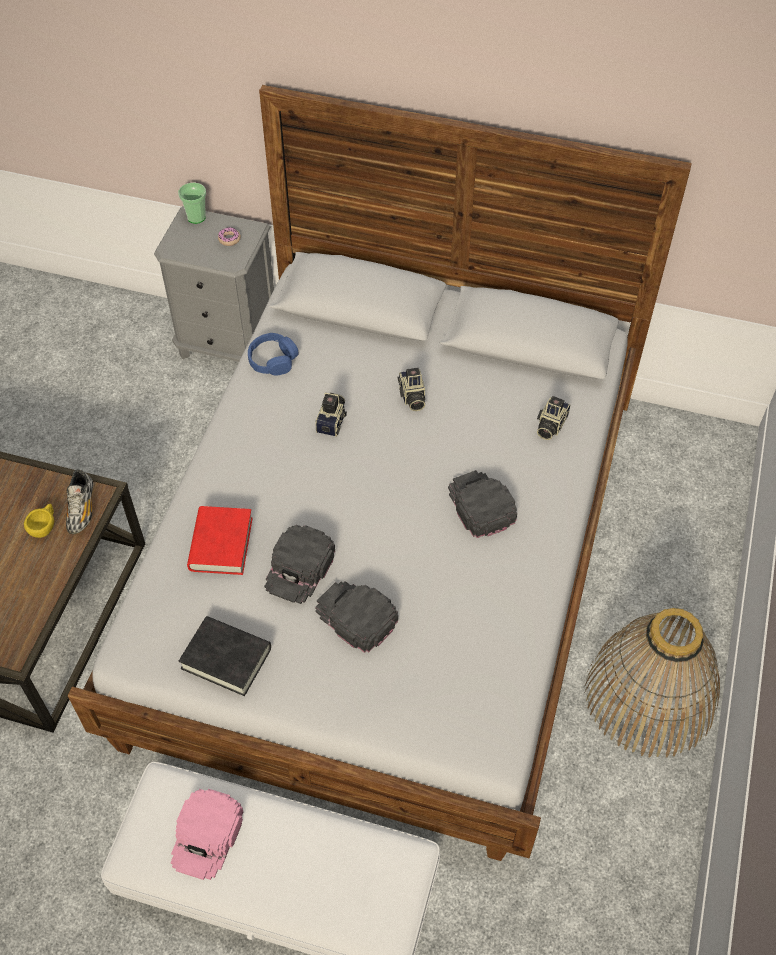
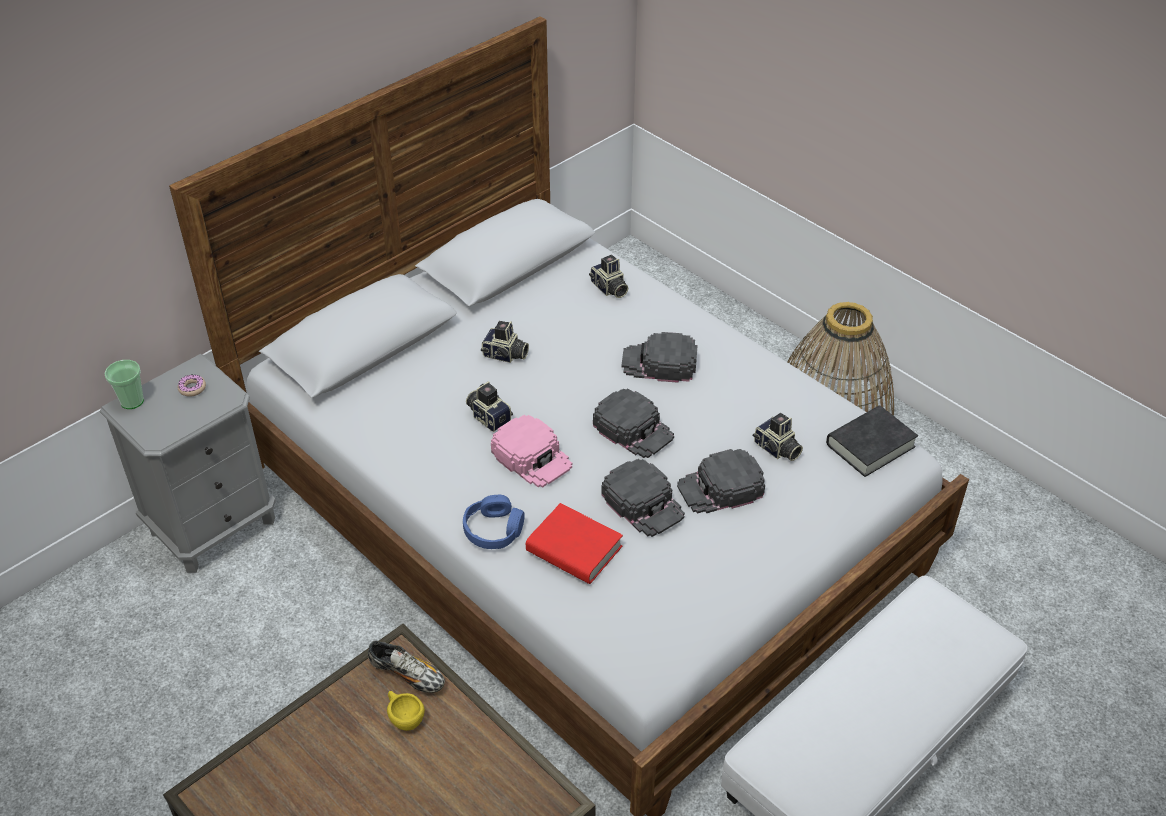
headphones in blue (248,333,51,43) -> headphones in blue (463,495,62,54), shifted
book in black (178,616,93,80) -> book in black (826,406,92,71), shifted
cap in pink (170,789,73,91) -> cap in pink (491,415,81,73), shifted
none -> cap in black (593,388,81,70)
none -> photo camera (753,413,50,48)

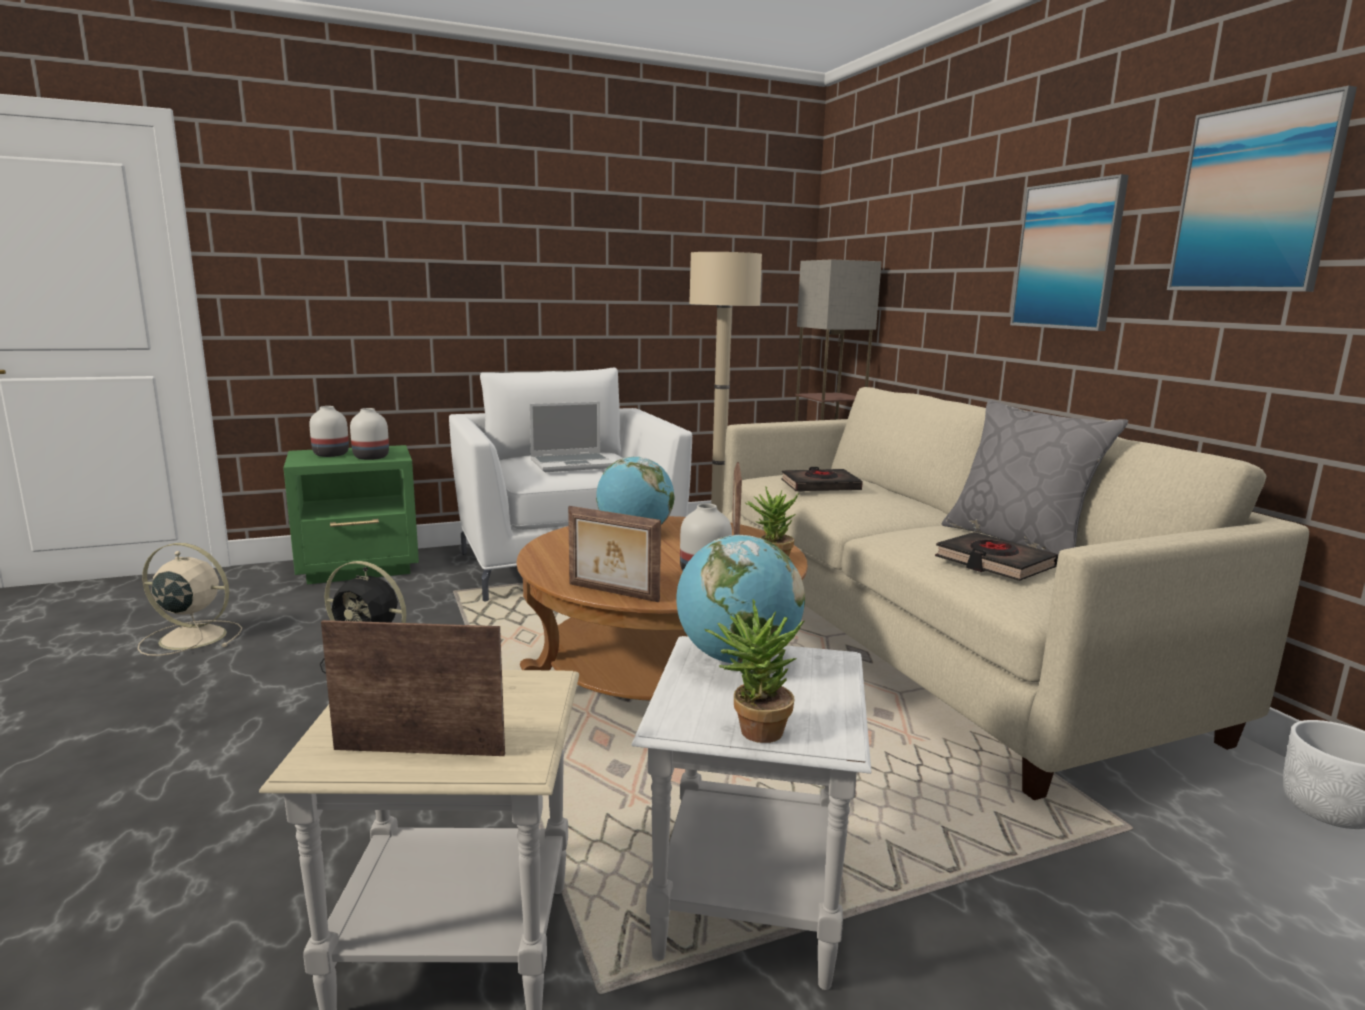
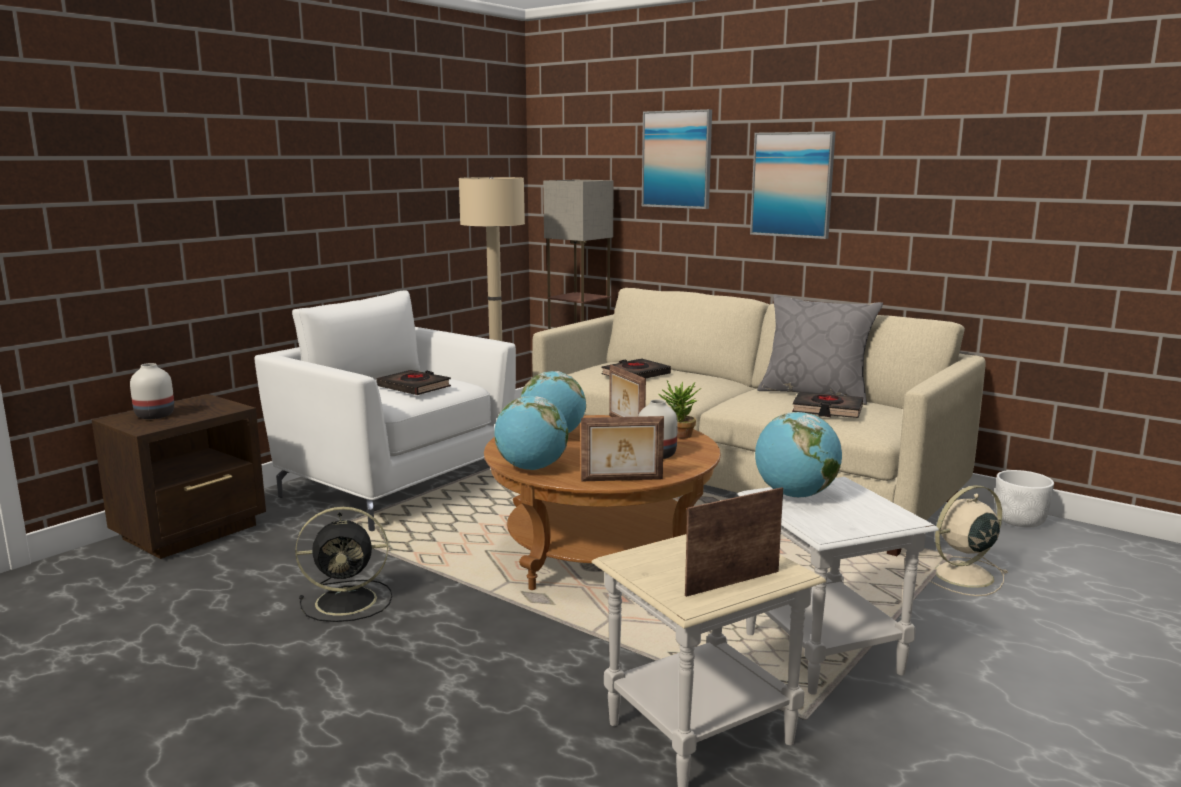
picture (1167,86,190,206) -> picture (642,109,70,100), shifted
laptop (530,402,84,70) -> book in black (376,370,75,25)
vase in white (350,408,39,52) -> none
nightstand in green (283,445,136,139) -> nightstand in brown (92,394,174,165)
fan in beige (138,543,104,113) -> fan in beige (930,485,79,111), shifted
potted plant (704,599,100,144) -> none
none -> globe (494,396,75,74)

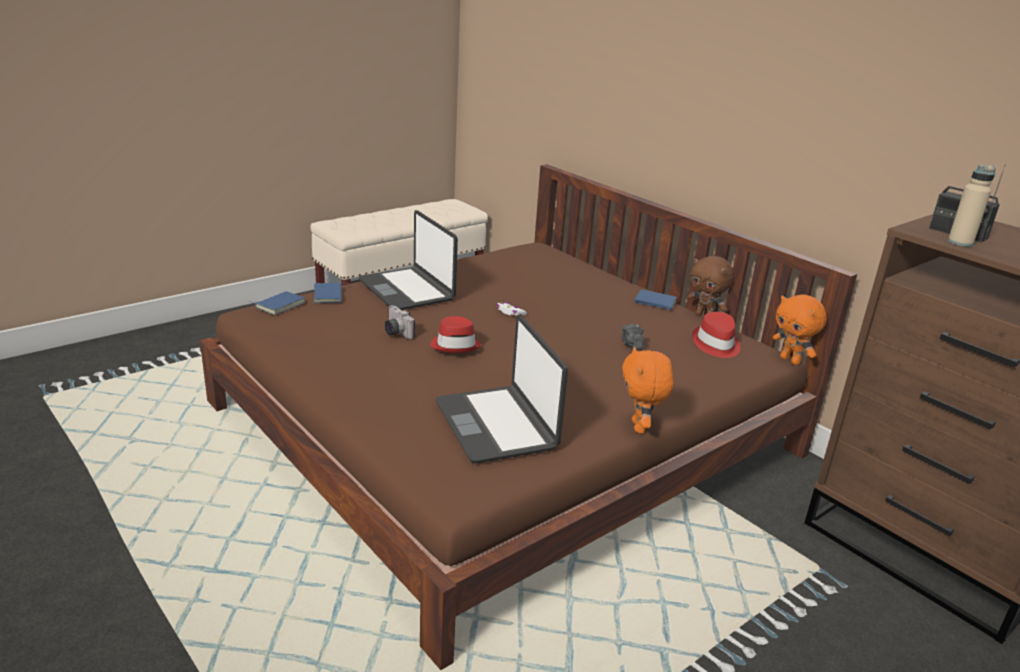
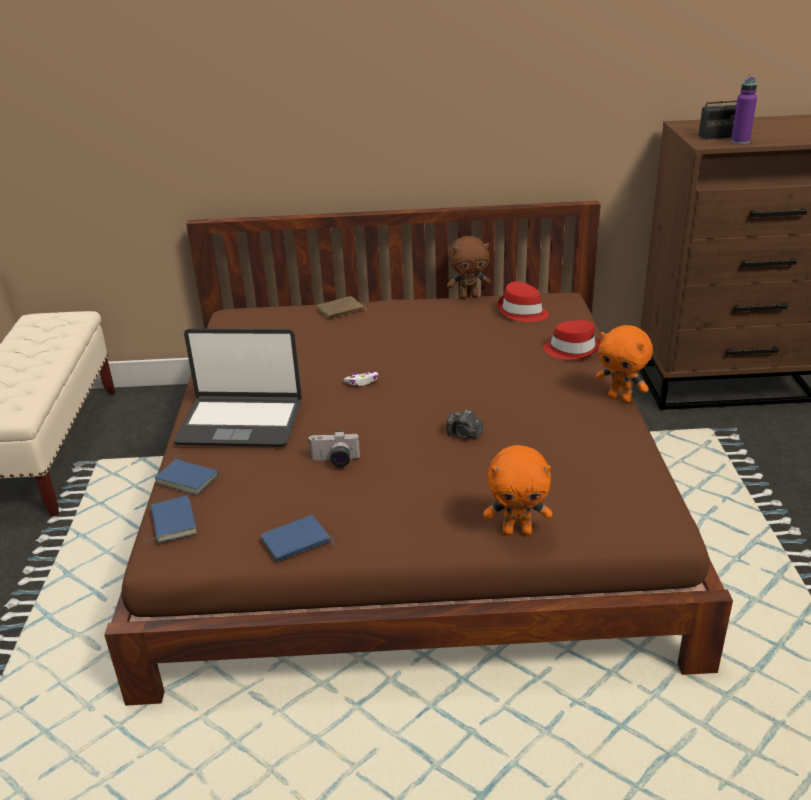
bottle in beige (948,165,48,82) -> bottle in purple (731,77,26,67)
book in blue (635,290,42,20) -> book in blue (260,515,75,47), shifted
plush toy in orange (772,294,55,71) -> plush toy in orange (483,445,69,90), shifted
laptop (436,315,132,148) -> none
hat in red (430,316,51,37) -> hat in red (543,320,58,40), shifted
photo camera (621,324,24,26) -> photo camera (446,410,37,29), shifted
none -> book in brown (317,296,50,23)

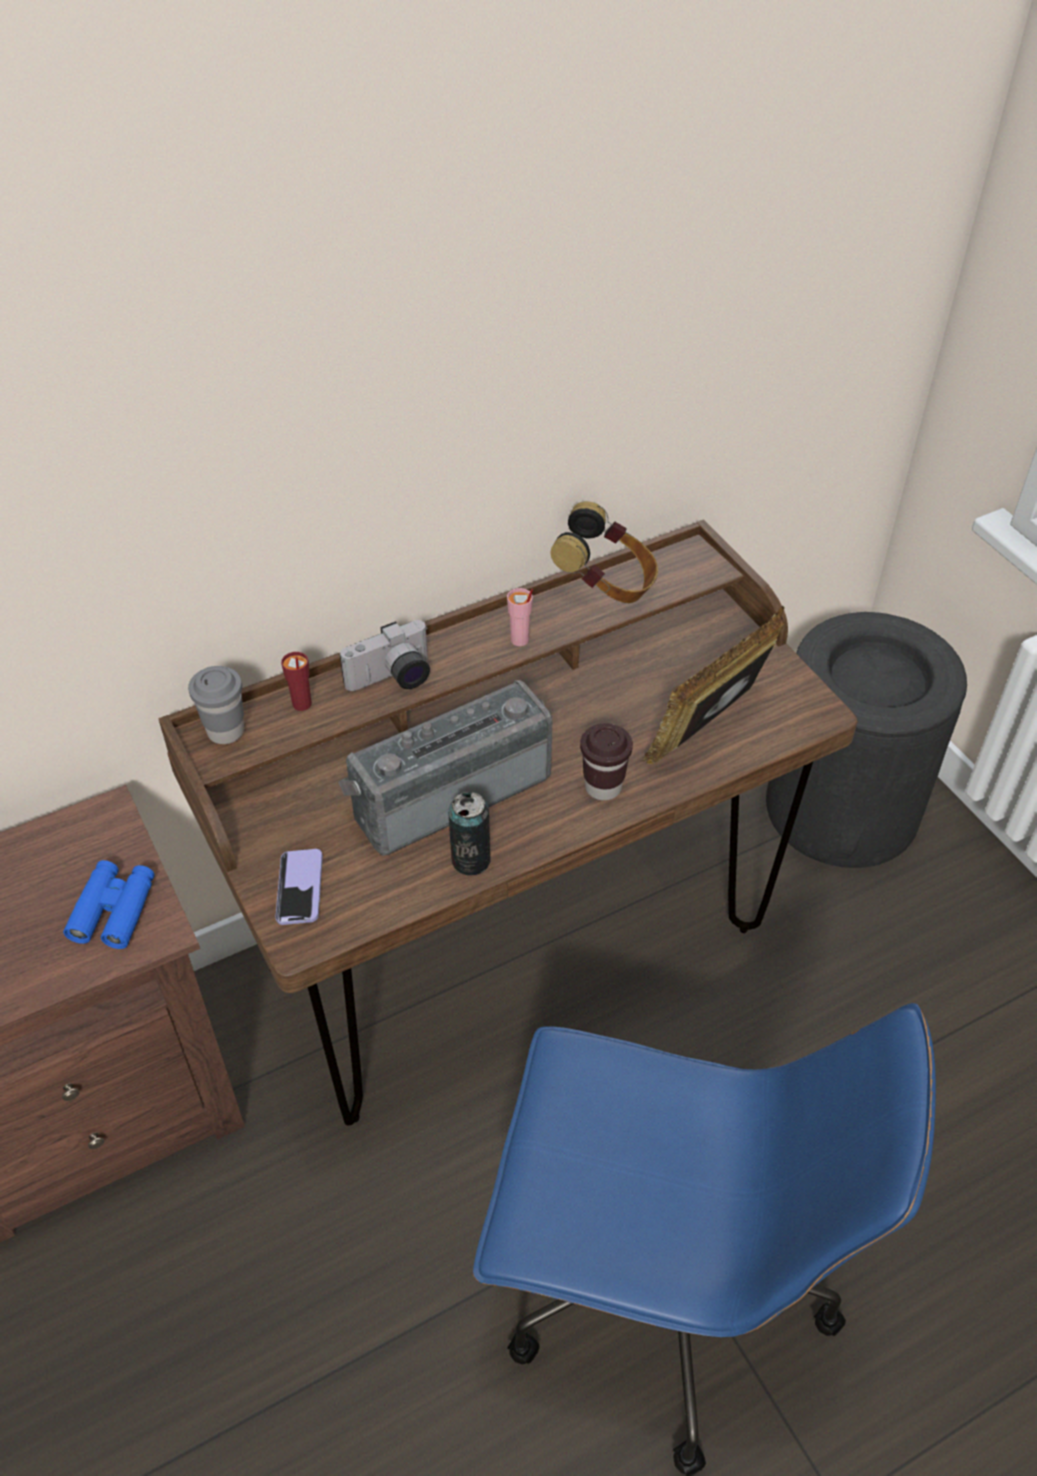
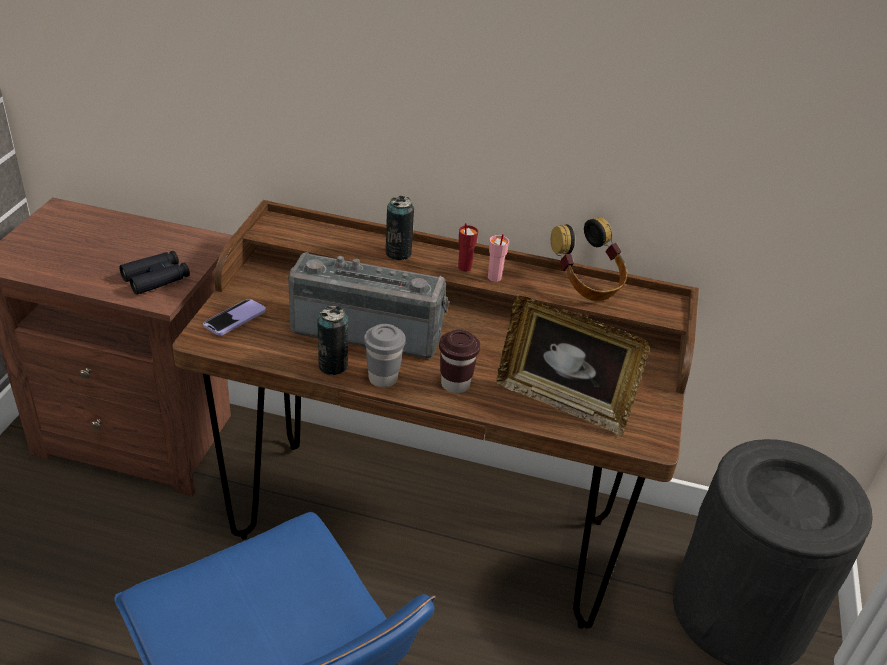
picture frame (641,606,144,158) -> picture frame (496,296,153,140), 150 degrees counterclockwise
photo camera (340,620,90,71) -> can (386,196,28,64)
cup in red (281,652,31,59) -> cup in red (458,223,20,48), shifted
cup in grey (188,666,56,78) -> cup in grey (364,324,42,64), shifted
binoculars in blue (63,860,92,89) -> binoculars in black (119,251,71,44)

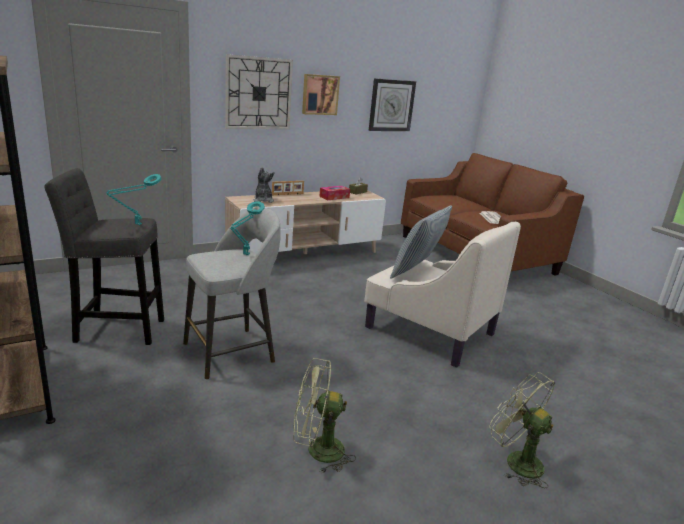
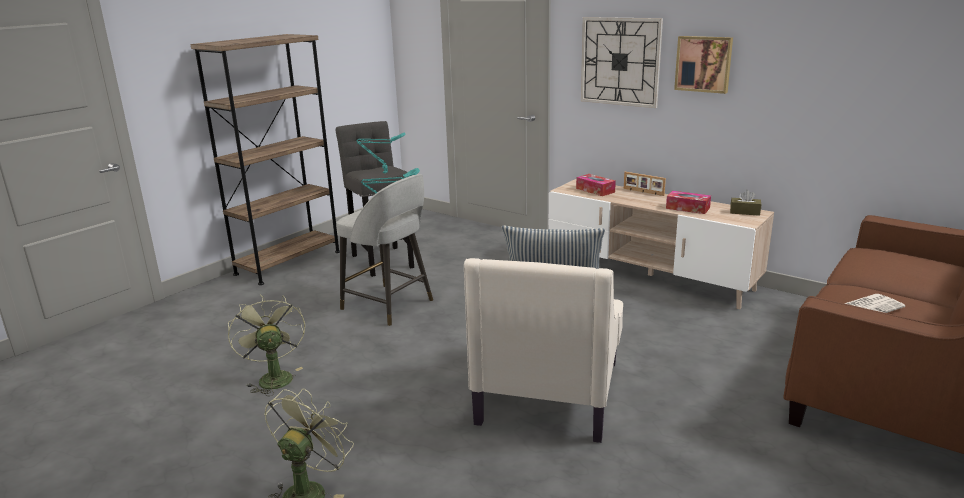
wall clock (369,78,47,53) -> none
plush toy (253,167,21,36) -> tissue box (576,174,40,22)

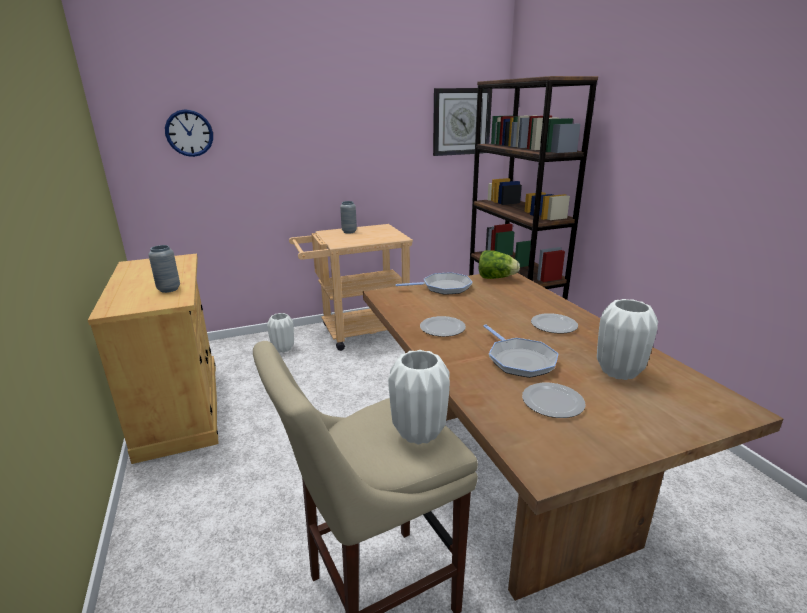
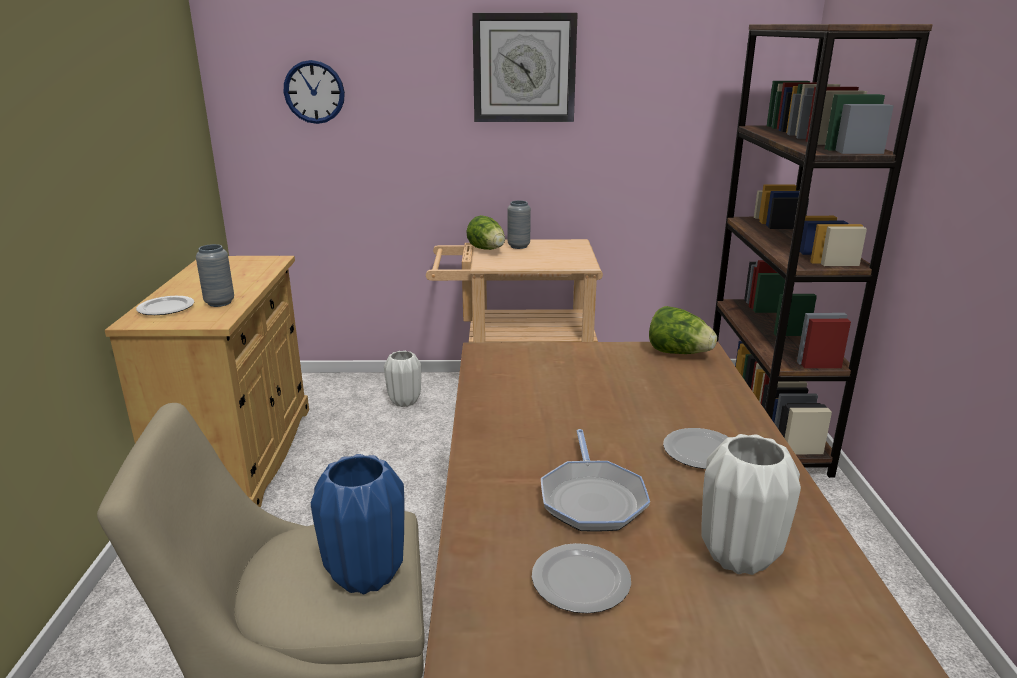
wall clock (433,88,59,68) -> wall clock (472,13,106,109), shifted
frying pan (395,272,77,23) -> none
plate (420,316,46,21) -> plate (136,296,58,19), shifted
vase in white (388,350,62,95) -> vase in blue (311,454,93,140)
none -> lettuce (466,215,39,35)

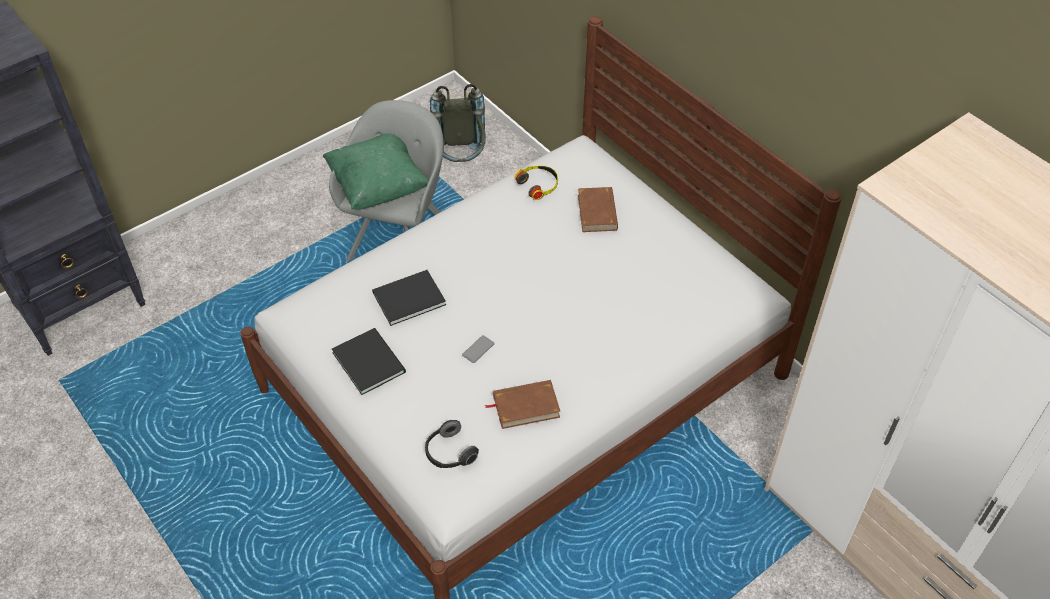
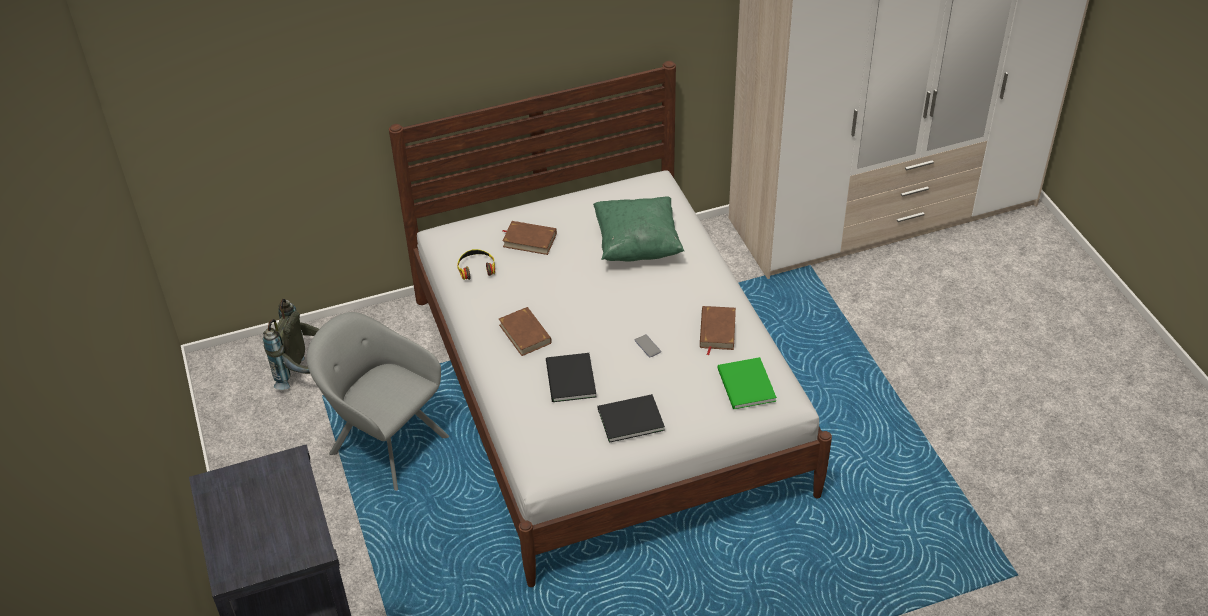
pillow in green (323,133,106,77) -> pillow in green (593,196,91,66), shifted
headphones (425,420,54,48) -> book in green (717,357,60,52)
none -> book in brown (499,307,53,49)

